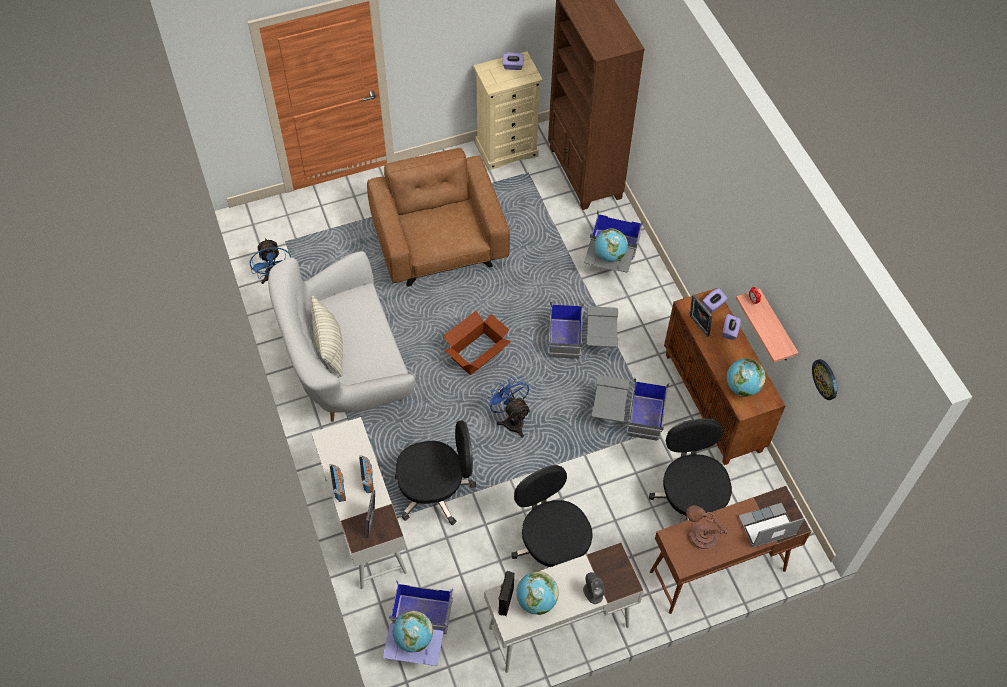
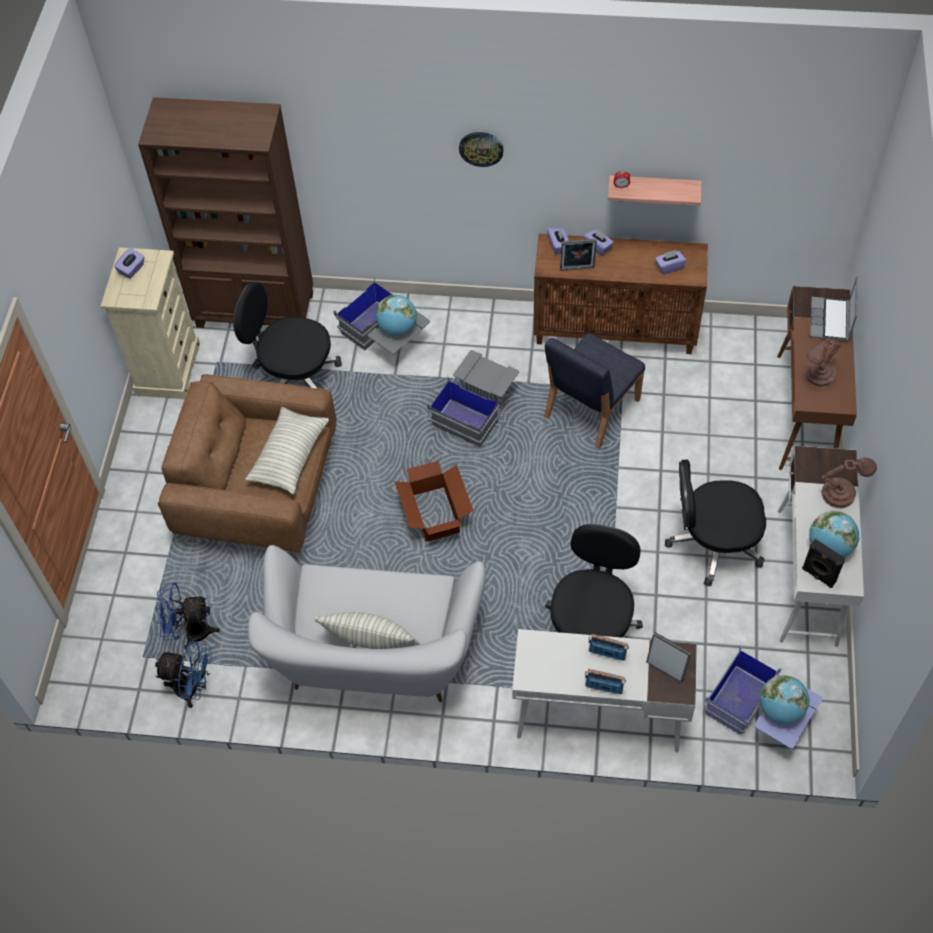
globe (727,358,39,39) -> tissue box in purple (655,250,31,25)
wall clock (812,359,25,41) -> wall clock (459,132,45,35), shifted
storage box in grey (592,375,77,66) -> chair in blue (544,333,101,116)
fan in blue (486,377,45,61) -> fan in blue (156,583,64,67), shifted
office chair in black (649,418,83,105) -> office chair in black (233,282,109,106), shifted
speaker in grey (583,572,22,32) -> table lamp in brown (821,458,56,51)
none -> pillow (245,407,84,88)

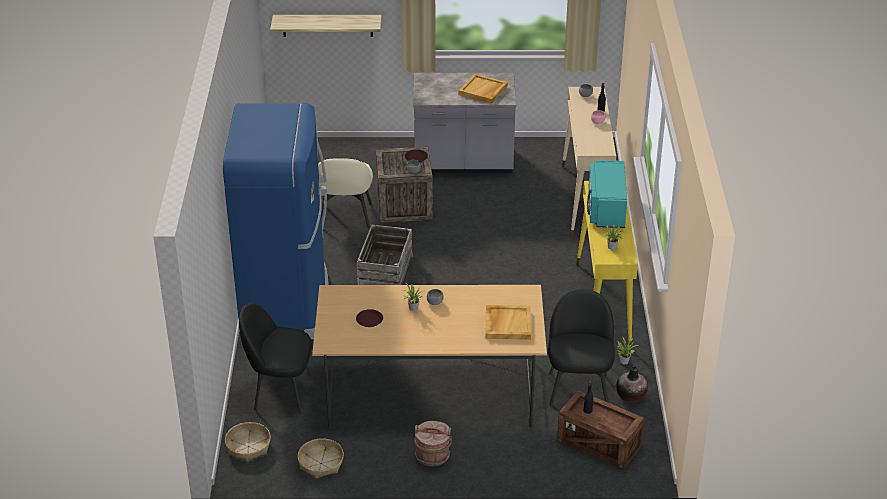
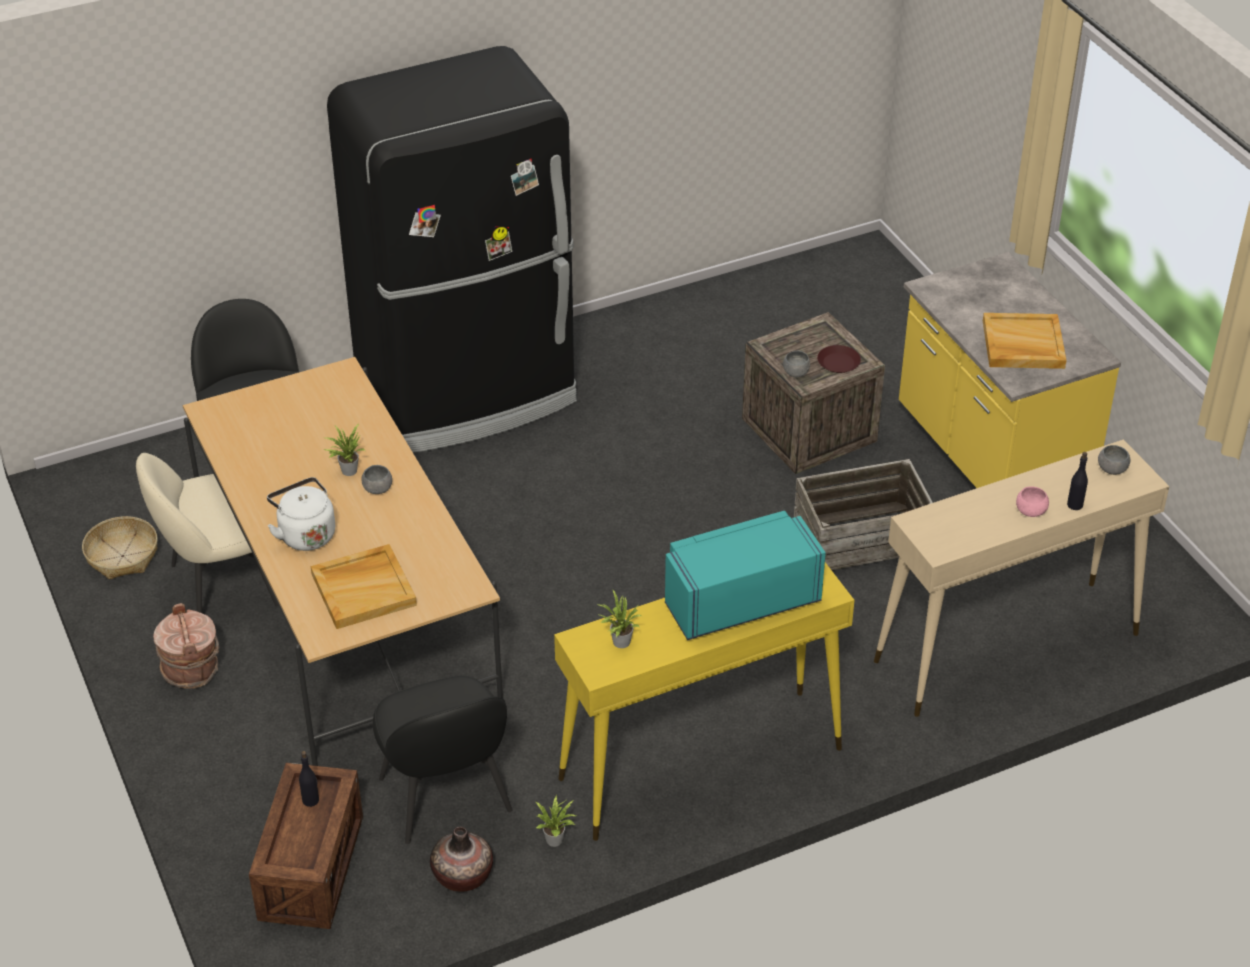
shelf (270,15,112,22) -> none
counter in grey (413,73,103,101) -> counter in yellow (899,252,222,236)
fridge in blue (223,103,106,236) -> fridge in black (327,46,250,406)
chair in beige (318,158,55,71) -> chair in beige (136,453,142,160), shifted
crate (357,225,56,60) -> crate (794,459,139,111), shifted
chair in black (548,289,67,116) -> chair in black (373,675,140,169), 90 degrees clockwise
plate in brown (356,309,27,18) -> none
basket (225,422,46,40) -> none
none -> kettle in white (267,477,68,74)

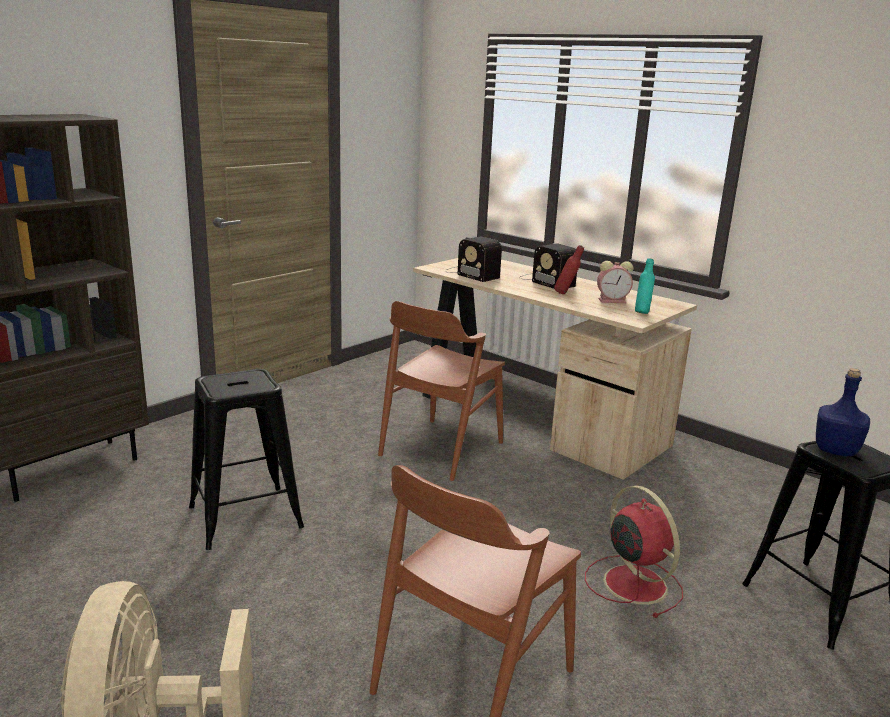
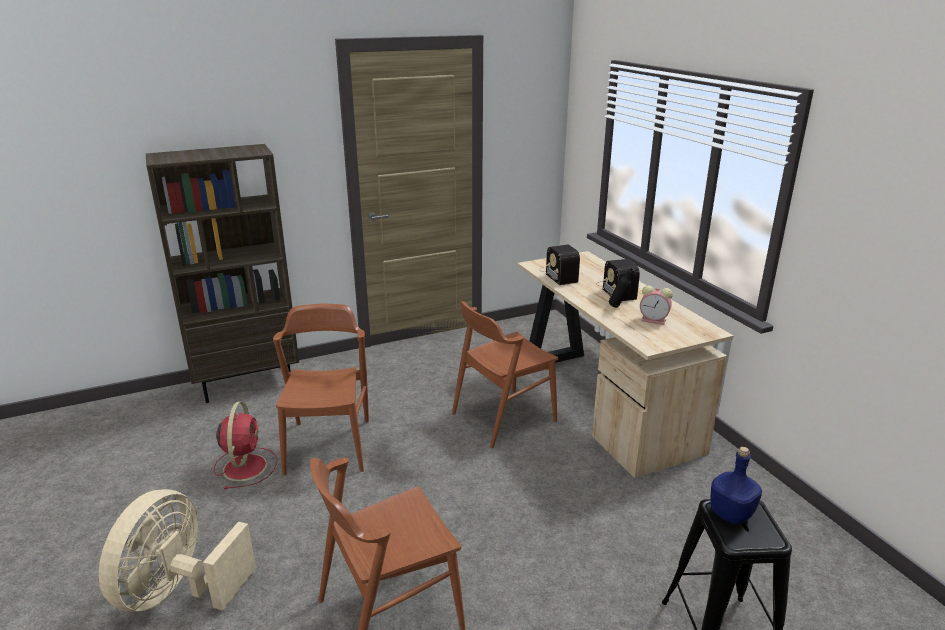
bottle in red (554,245,30,49) -> bottle in black (609,268,25,39)
bottle in turquoise (635,258,20,56) -> none
stool in black (189,369,115,181) -> chair in brown (273,304,96,171)
fan in red (585,485,98,133) -> fan in red (214,402,63,87), shifted

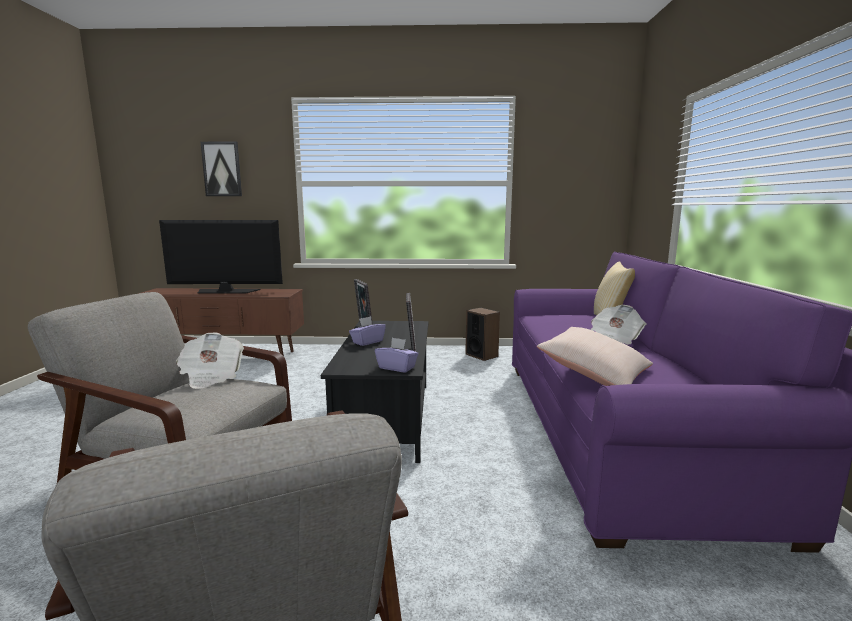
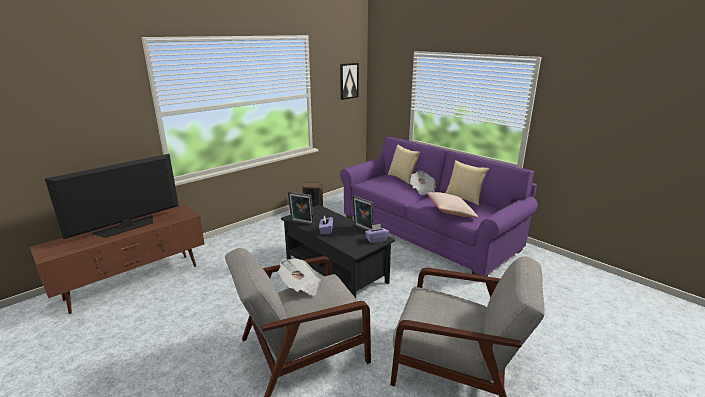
picture (201,142,41,54) -> picture (340,63,19,37), shifted
none -> pillow (445,160,44,45)

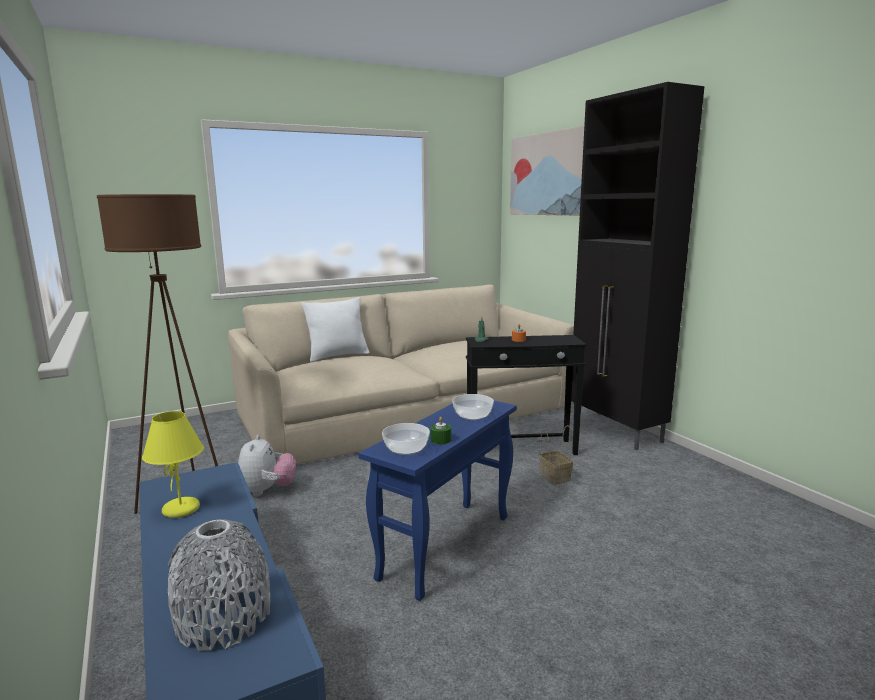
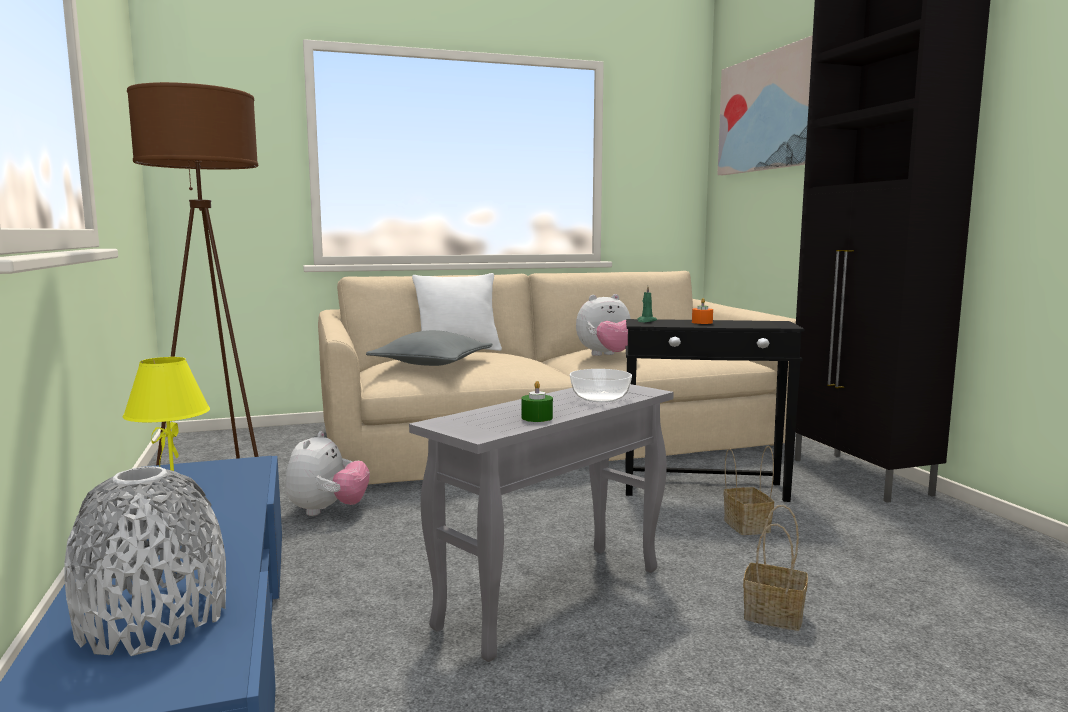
side table in blue (359,401,158,200) -> side table in grey (409,384,265,278)
bowl (382,423,48,32) -> none
none -> plush toy (576,294,55,62)
none -> pillow in grey (366,330,127,36)
none -> basket (743,505,65,126)

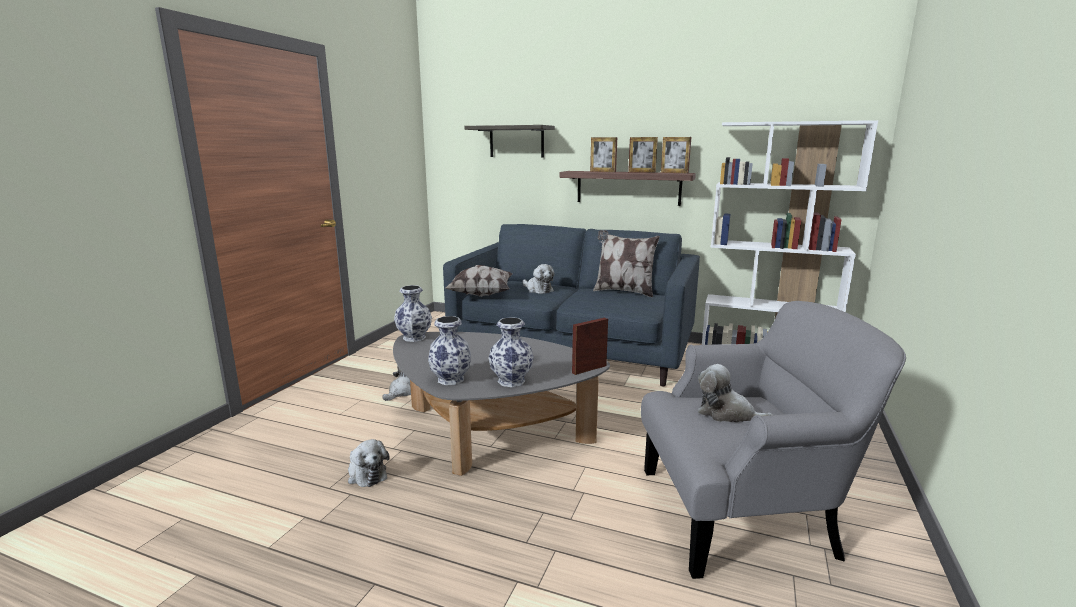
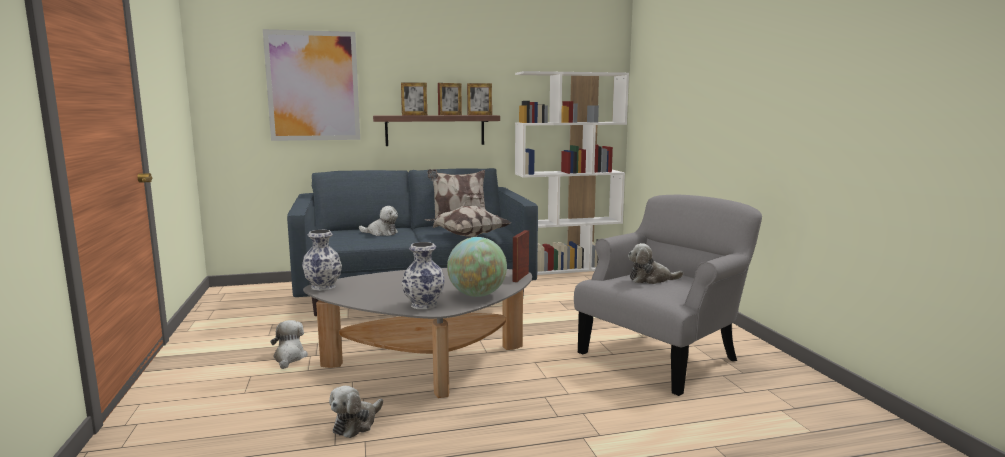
shelf (464,125,91,33) -> picture (263,29,97,112)
pillow (446,265,66,32) -> pillow (425,206,86,31), shifted
vase (488,317,46,70) -> globe (447,237,60,60)
plush toy (348,439,42,48) -> plush toy (329,386,54,52), 105 degrees clockwise

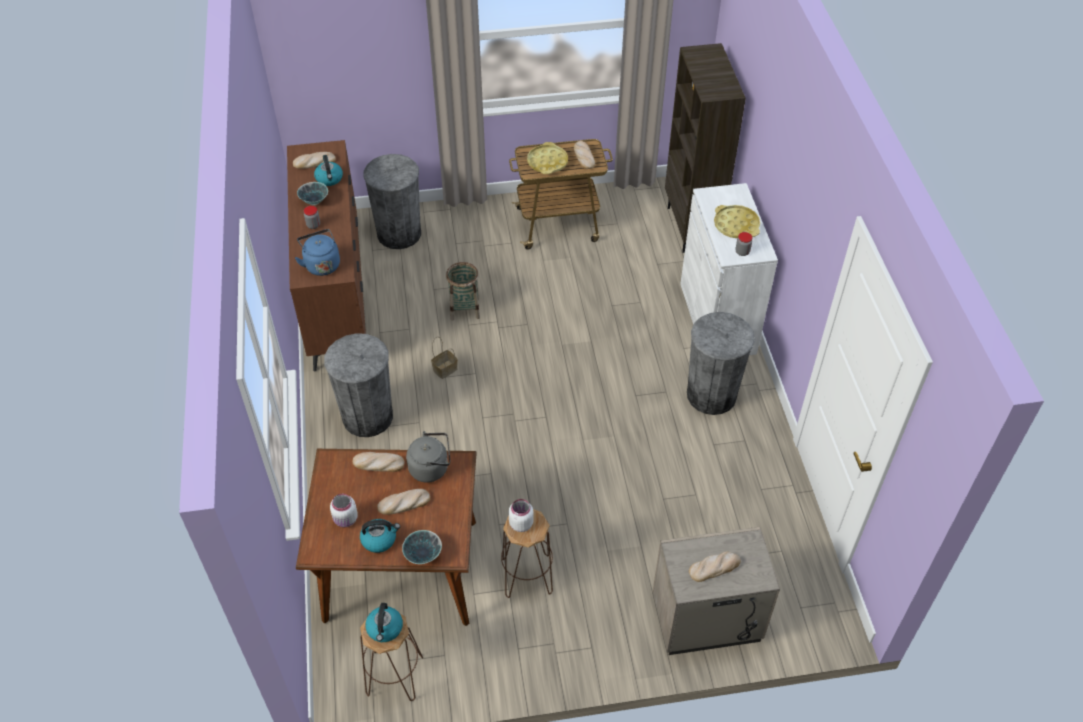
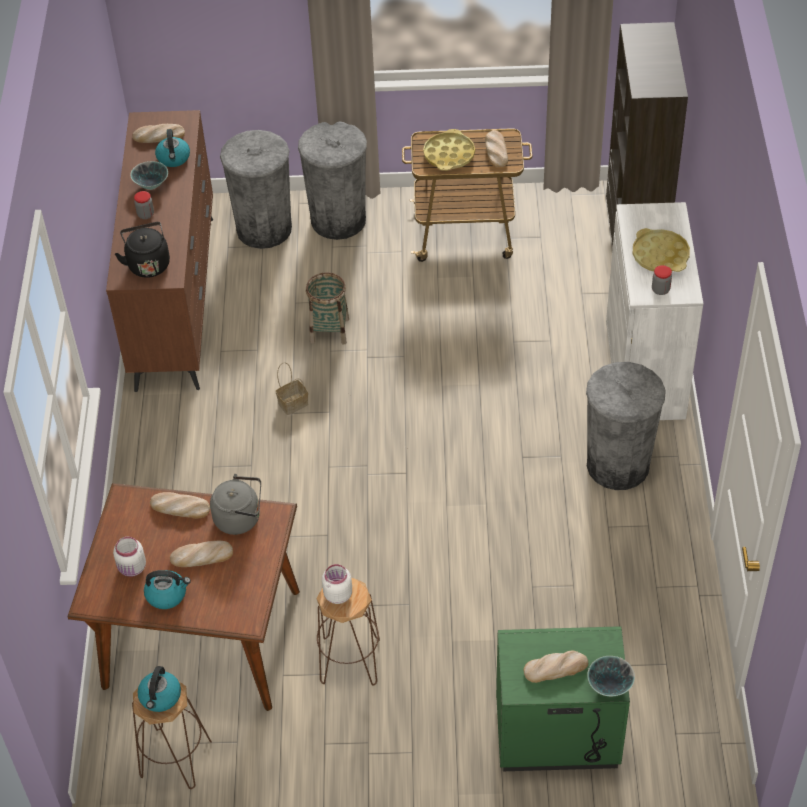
kettle in blue (295,229,45,47) -> kettle in black (115,222,55,56)
trash can in grey (324,333,69,104) -> trash can in grey (298,122,69,118), shifted
nightstand in beige (652,527,128,128) -> nightstand in green (496,626,134,146)
bowl (402,530,40,34) -> bowl (587,656,48,40), shifted

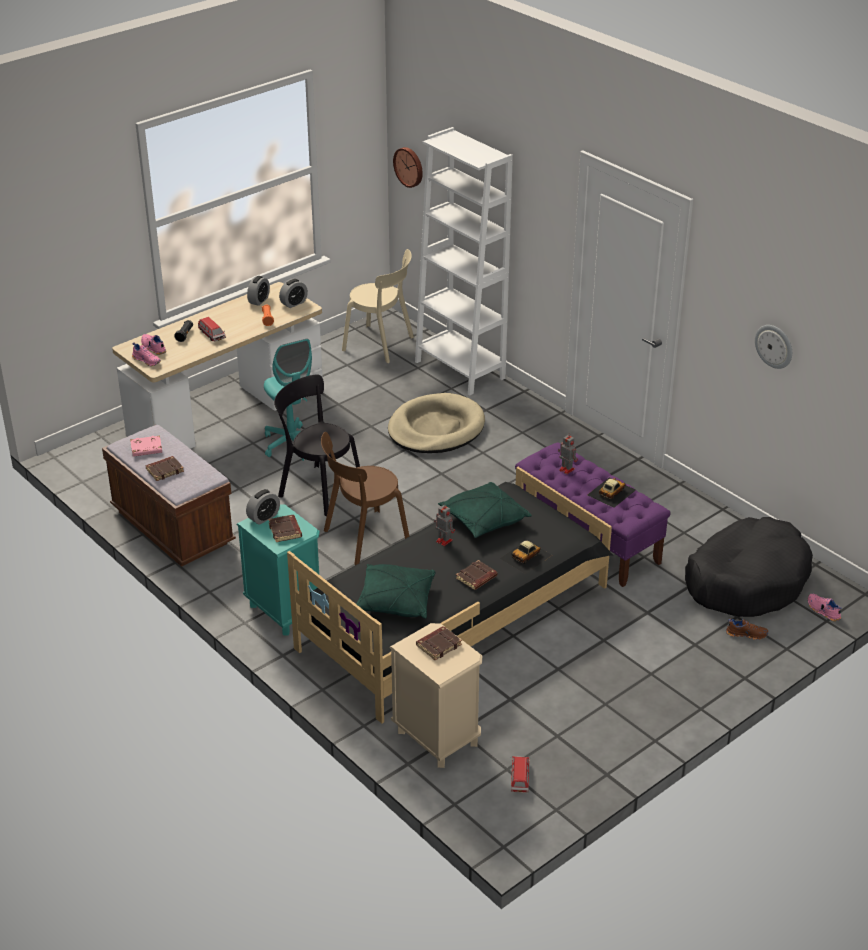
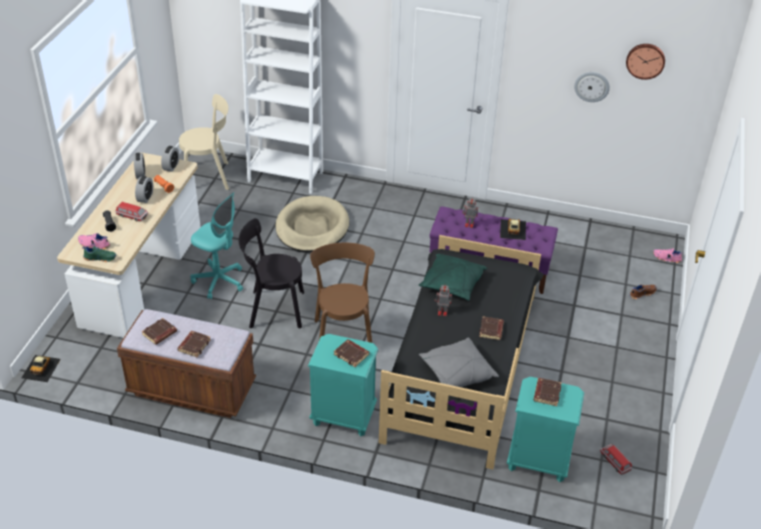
wall clock (393,147,30,41) -> wall clock (626,44,39,36), shifted
shoe in pink (132,342,29,24) -> shoe in green (82,246,34,16)
chair in brown (321,432,88,133) -> chair in brown (310,243,65,100), 150 degrees clockwise
book in pink (130,435,32,22) -> book in brown (141,318,36,27)
alarm clock (246,489,34,36) -> alarm clock (135,176,18,27), shifted
dog bed in black (685,517,128,100) -> none
toy car (499,540,53,34) -> toy car (22,355,39,27), shifted
pillow in green (357,564,79,55) -> pillow in grey (419,338,80,49)
nightstand in beige (389,623,93,145) -> nightstand in turquoise (507,377,77,105)

